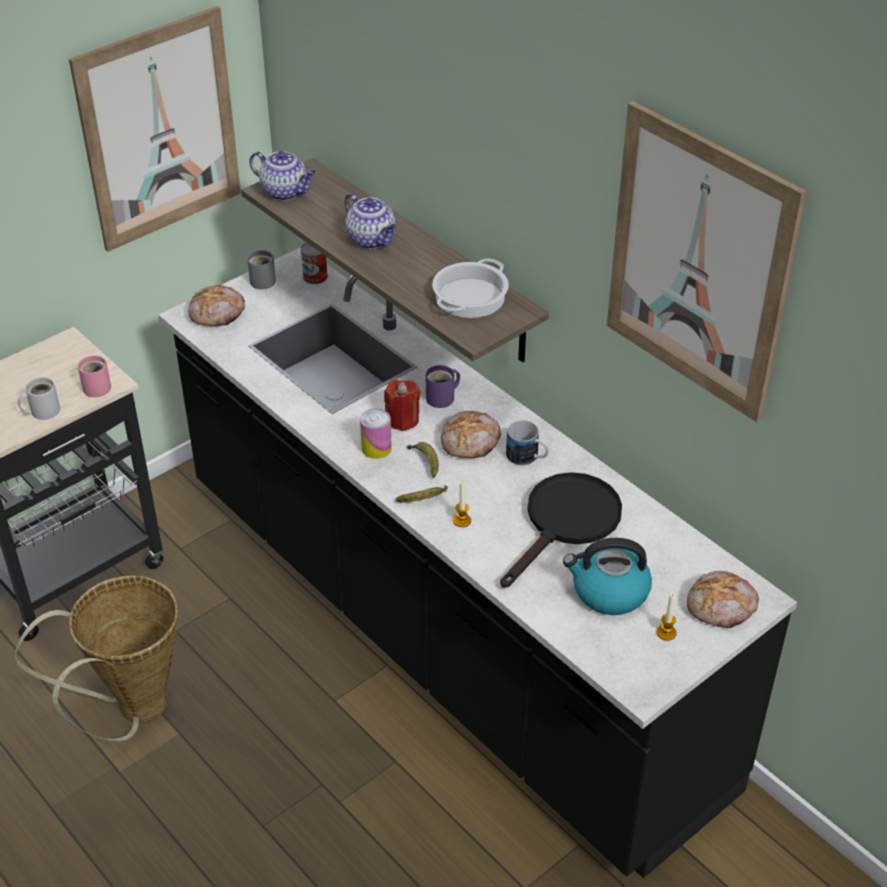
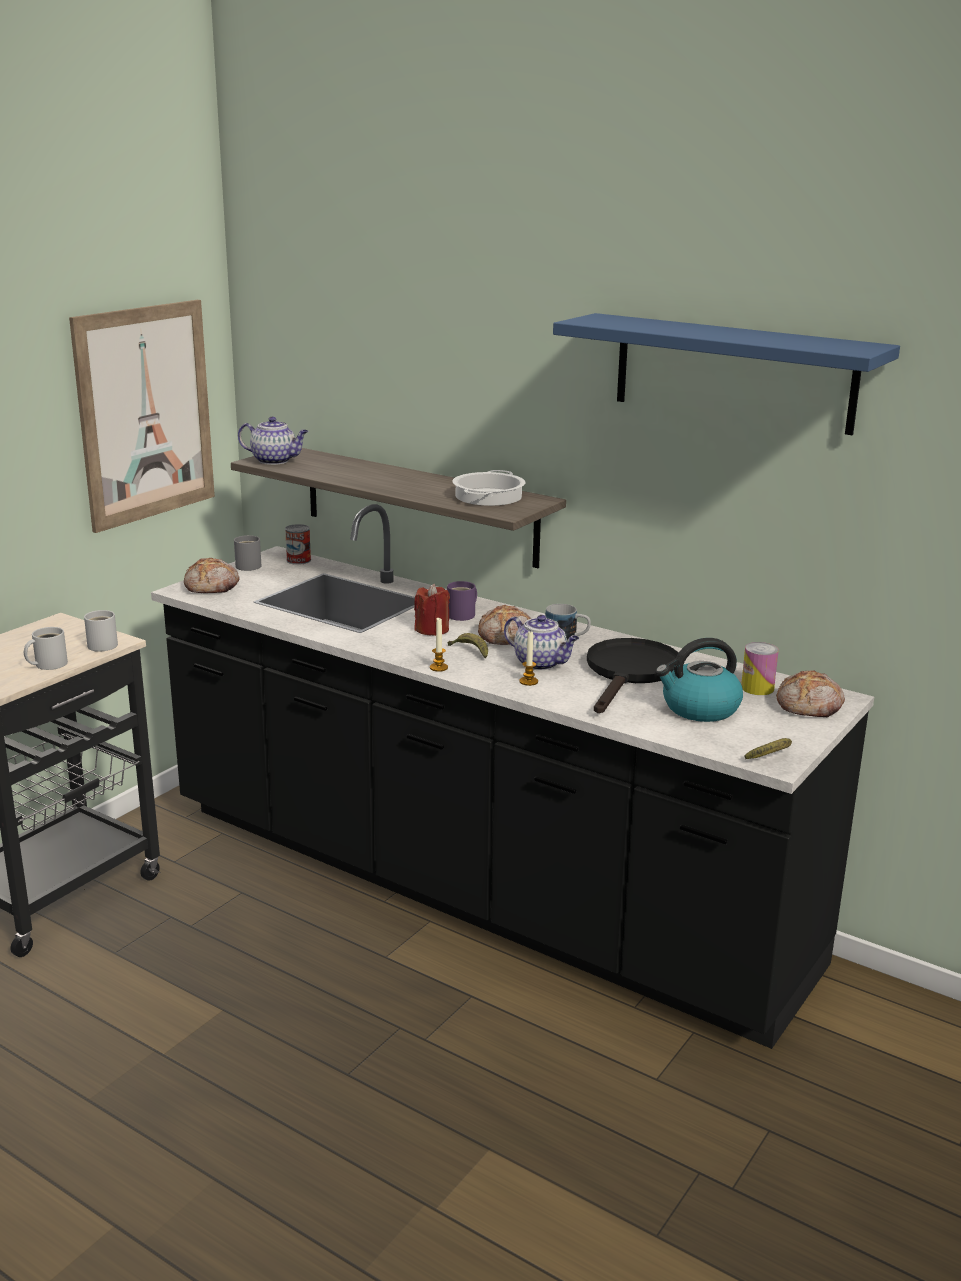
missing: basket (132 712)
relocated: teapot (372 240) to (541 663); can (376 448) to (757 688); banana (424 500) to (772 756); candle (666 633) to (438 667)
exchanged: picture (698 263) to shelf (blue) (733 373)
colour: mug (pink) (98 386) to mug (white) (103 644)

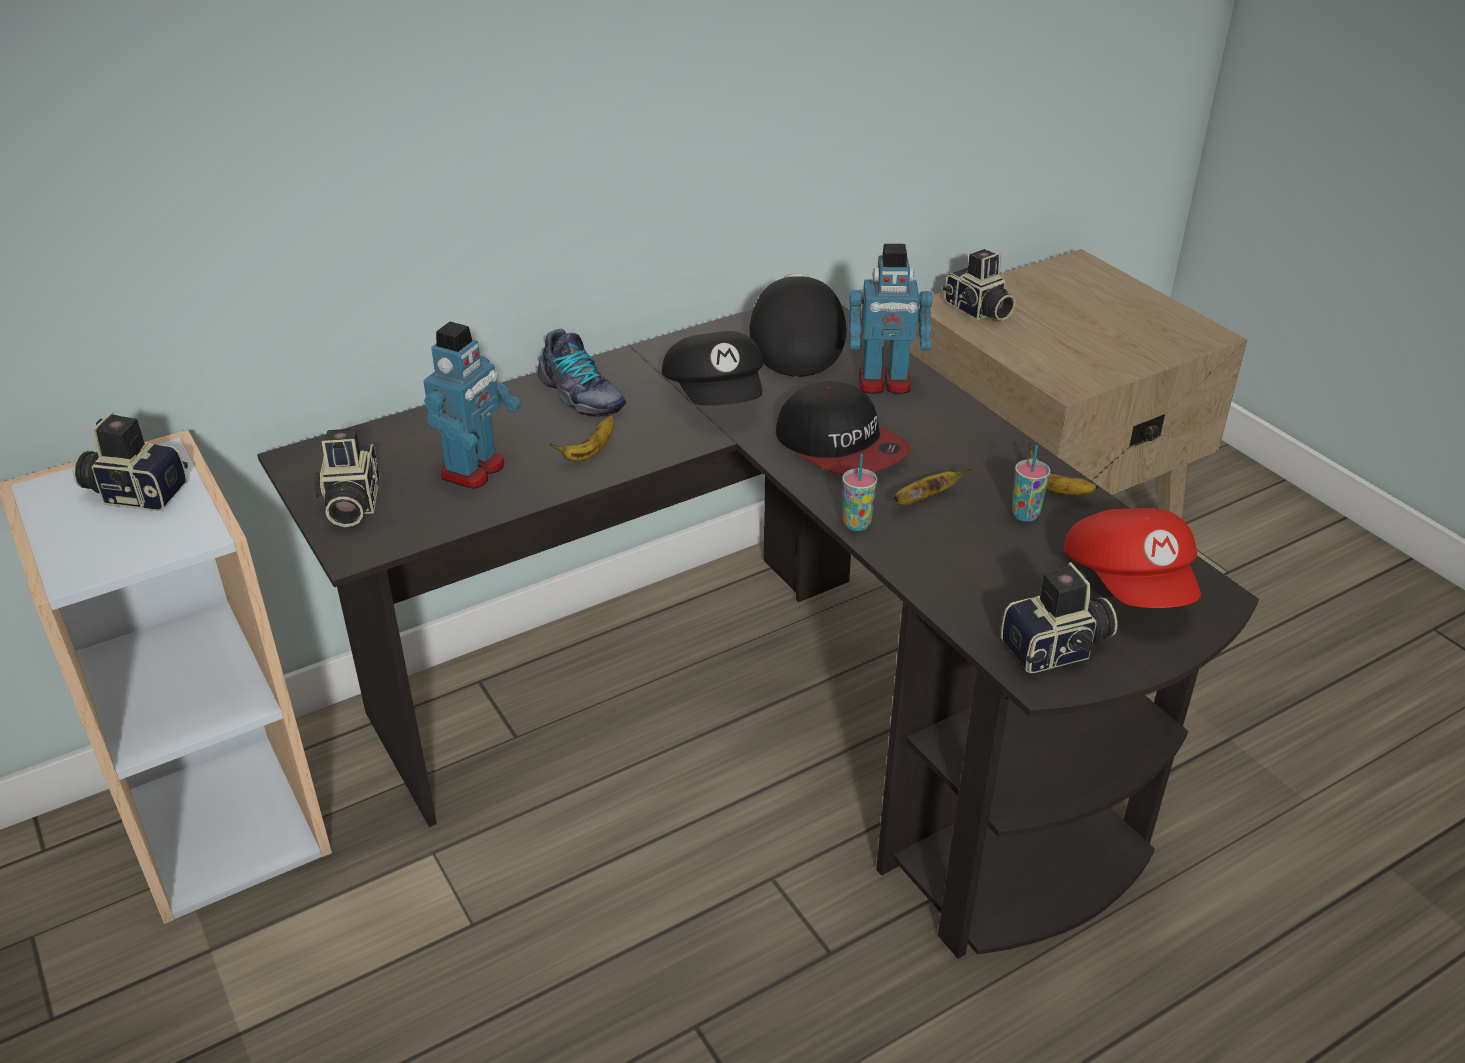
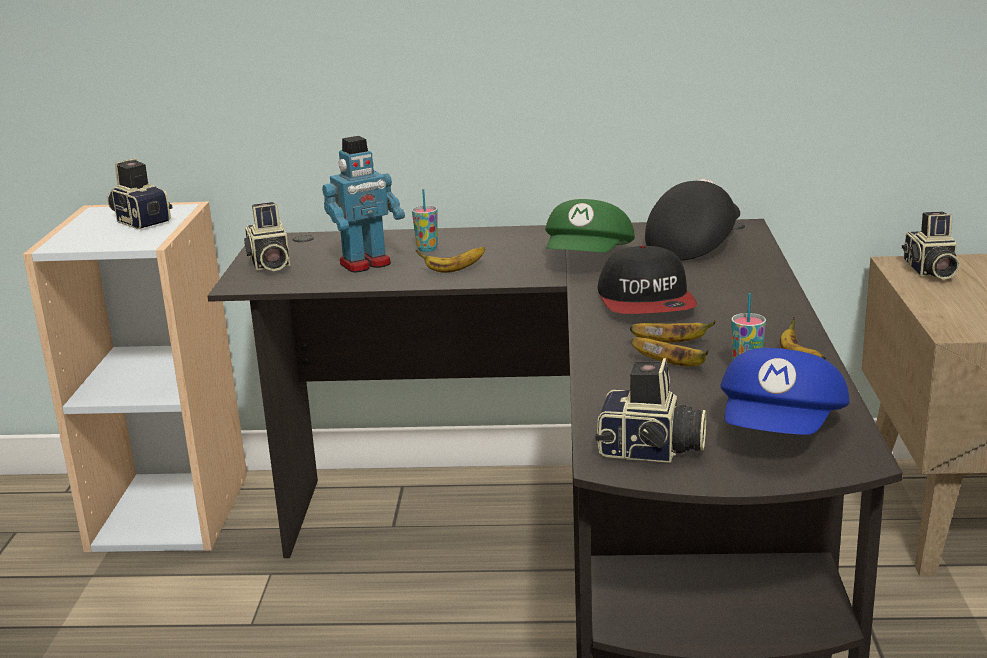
missing: shoe (580 395); toy robot (884 383)
appeared: banana (672 365)
relocated: cup (856 524) to (427 249)
colour: cap (black) (717 397) to cap (green) (589 259); cap (red) (1131 584) to cap (blue) (782 431)
spun: photo camera (350 504) = (269 264) 45 degrees counterclockwise

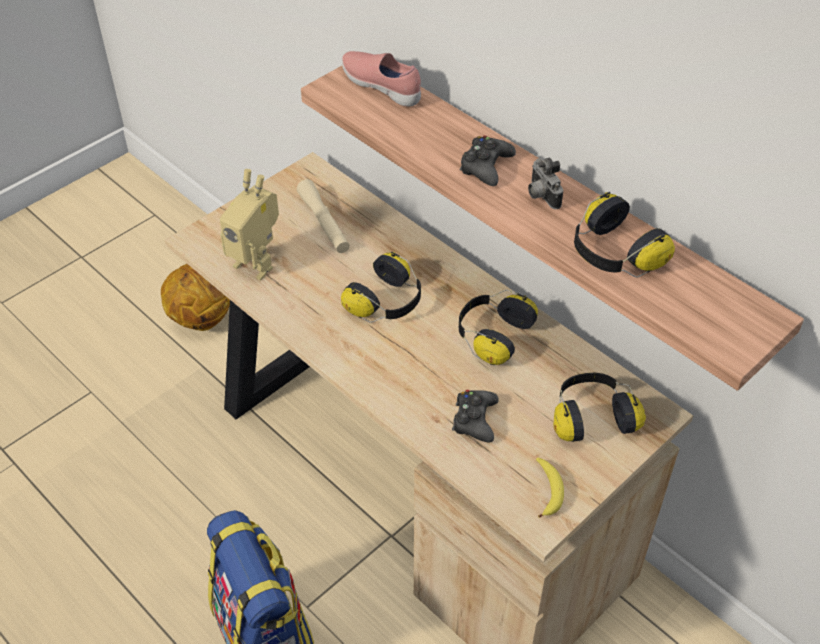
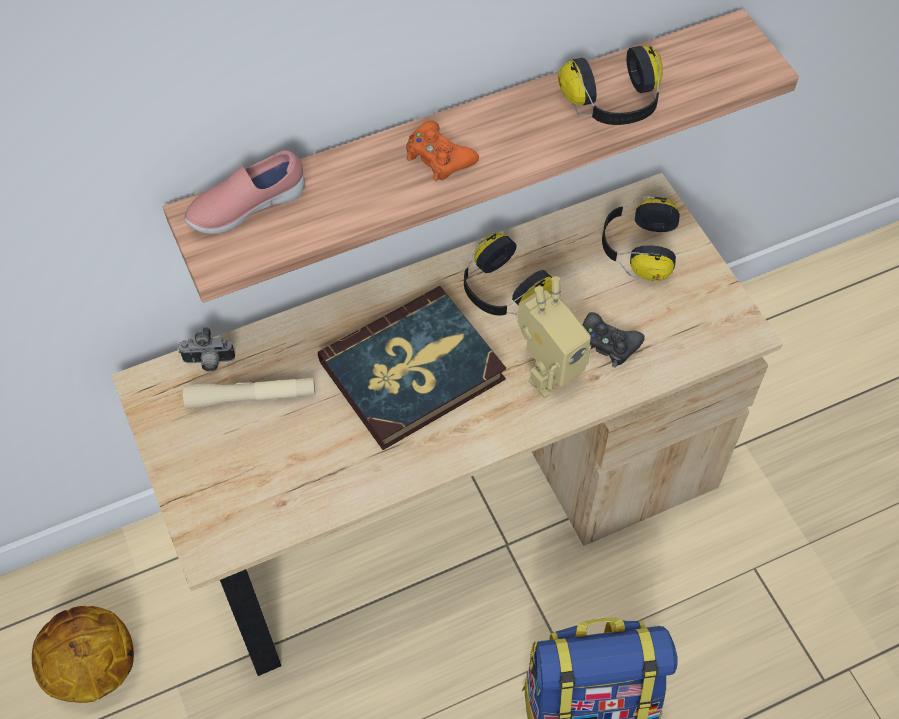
missing: banana (548 490)
relocated: toy robot (257 263) to (547 372); photo camera (541 196) to (208 362)
exchanged: headphones (387 302) to book (412 371)
colour: game controller (black) (485 166) to game controller (orange) (438 158)

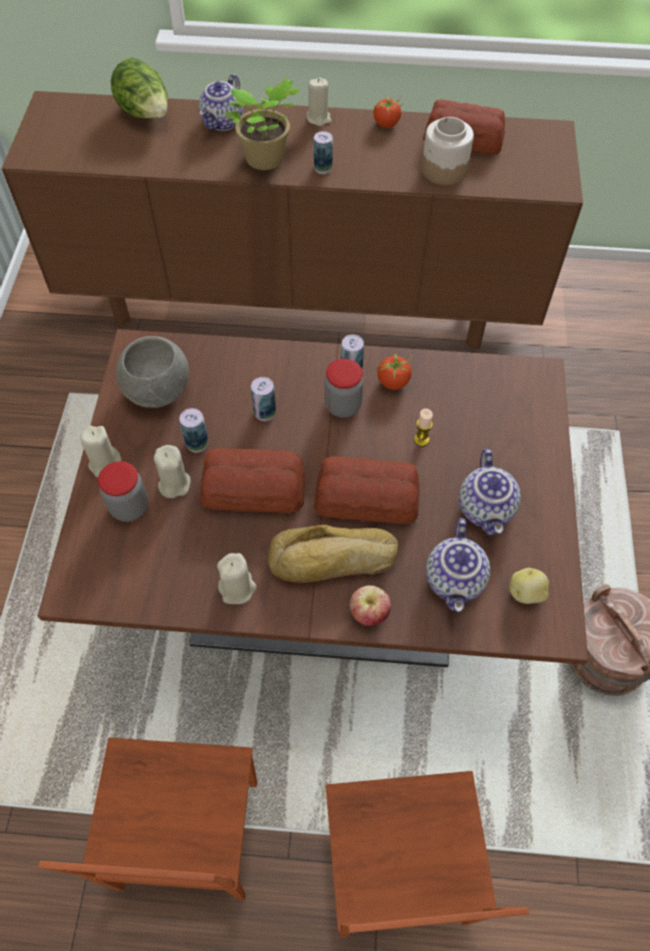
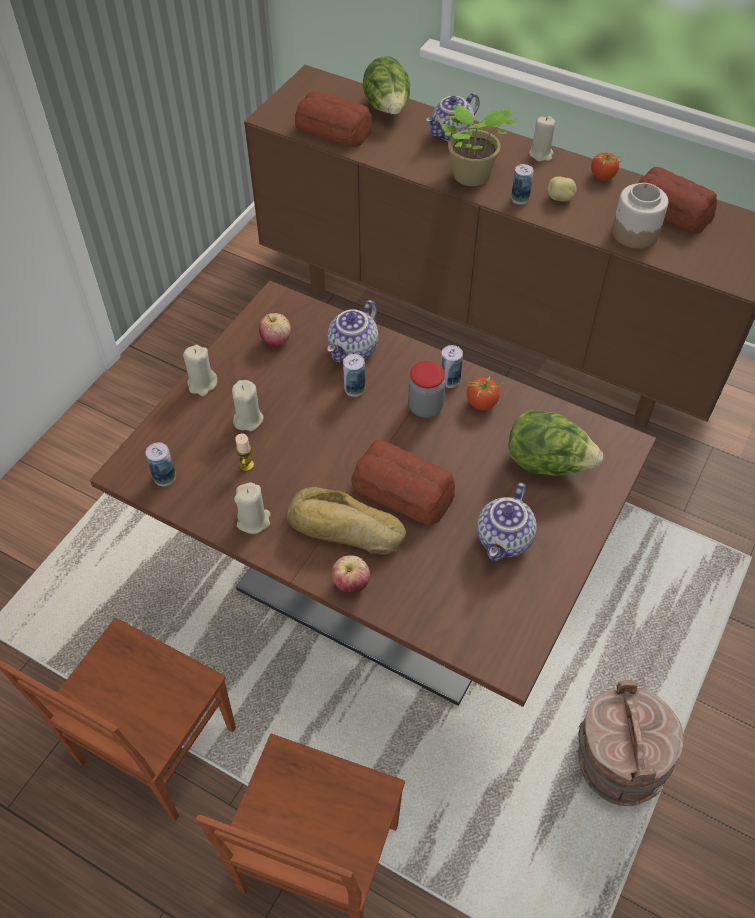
missing: jar (129 507)
appeared: lettuce (547 463)
relocated: can (197 443) to (164 477); bread (252 488) to (333 128); candle (421 440) to (246 465); teapot (456 581) to (354 350); potato (526 593) to (560 198)
exchanged: bowl (grey) (158 390) to apple (276 340)

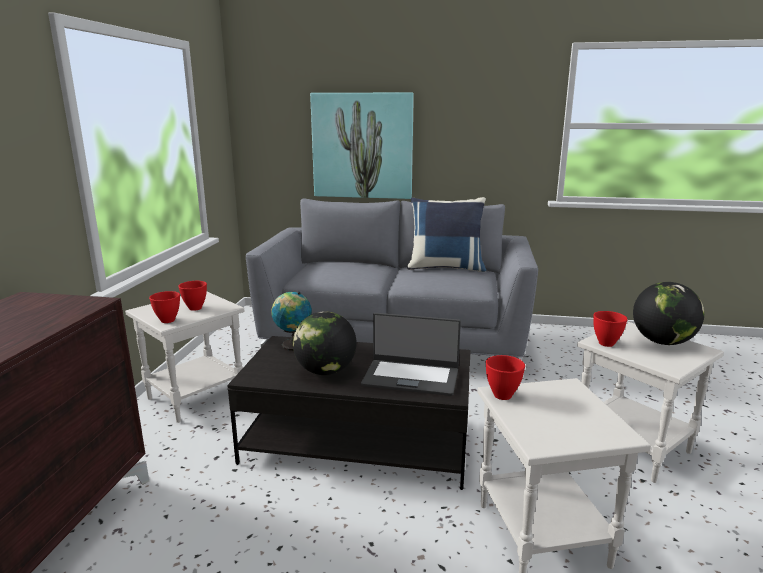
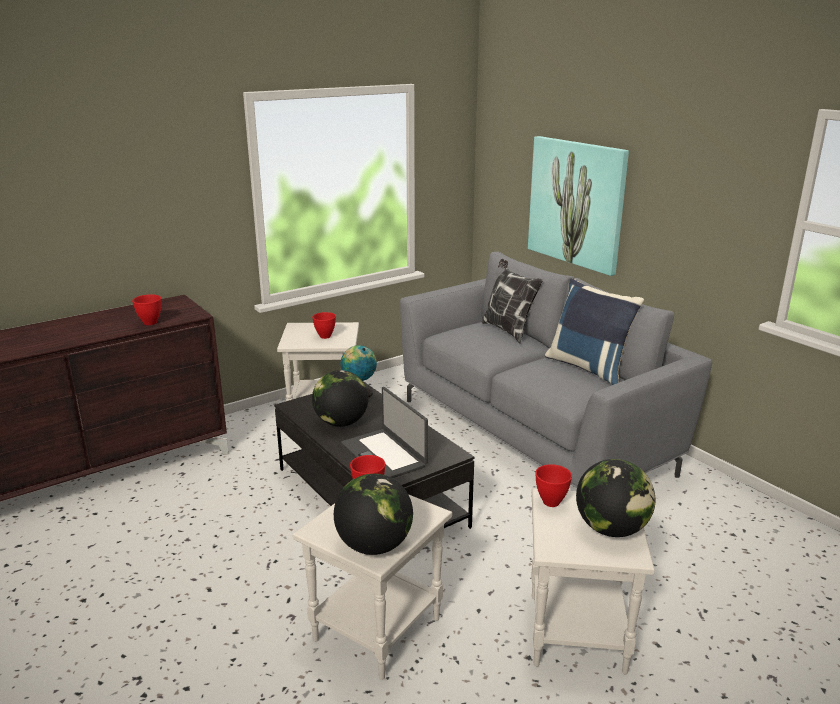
appeared: globe (374 546); pillow (508 330)
relocated: bowl (red) (168 320) to (150 323)

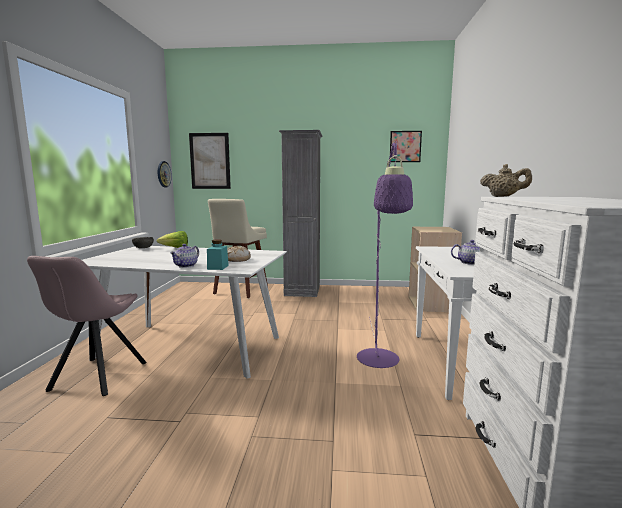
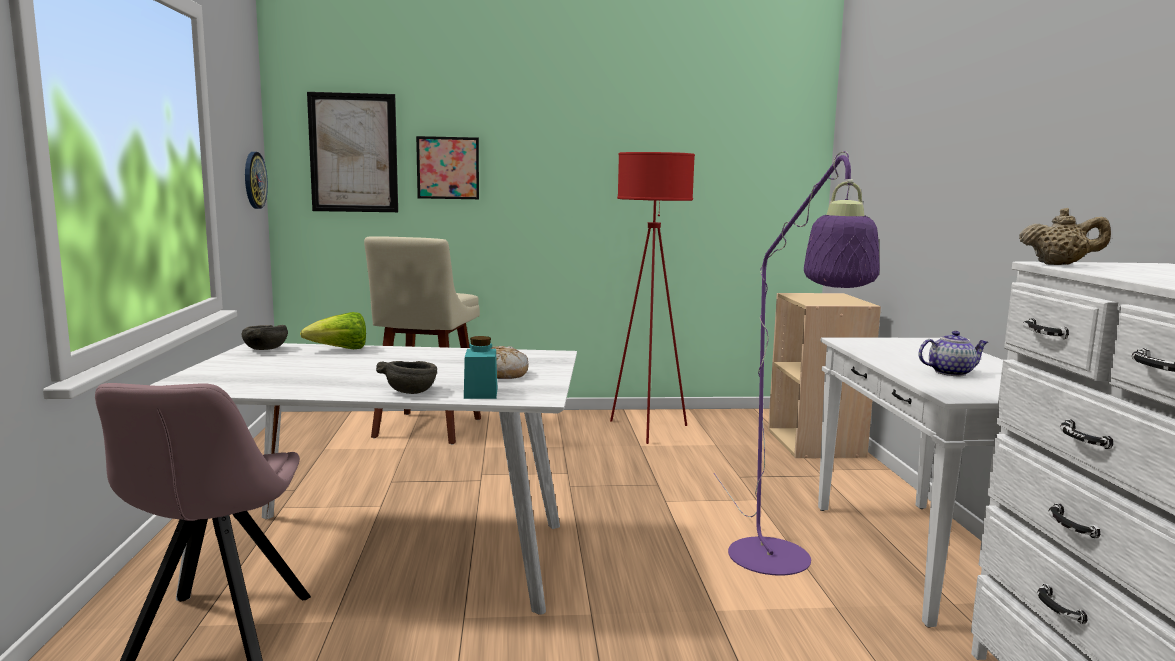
missing: cabinet (grey) (302 291)
appeared: floor lamp (red) (647 429)
relocated: picture (405 146) to (448 168)
exchanged: teapot (186 266) to bowl (grey) (411 391)

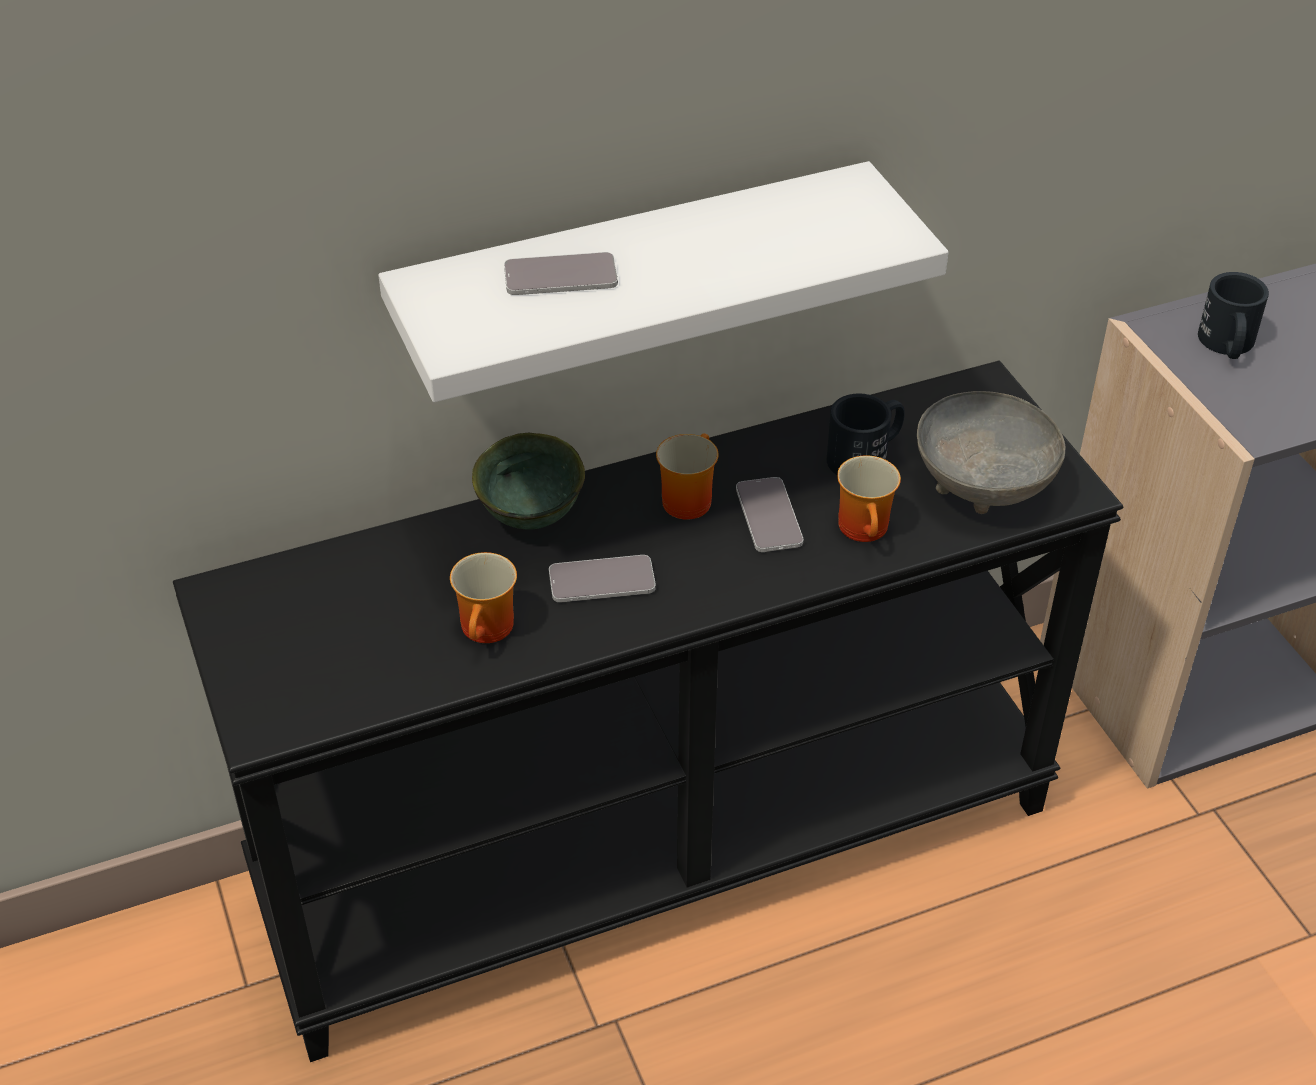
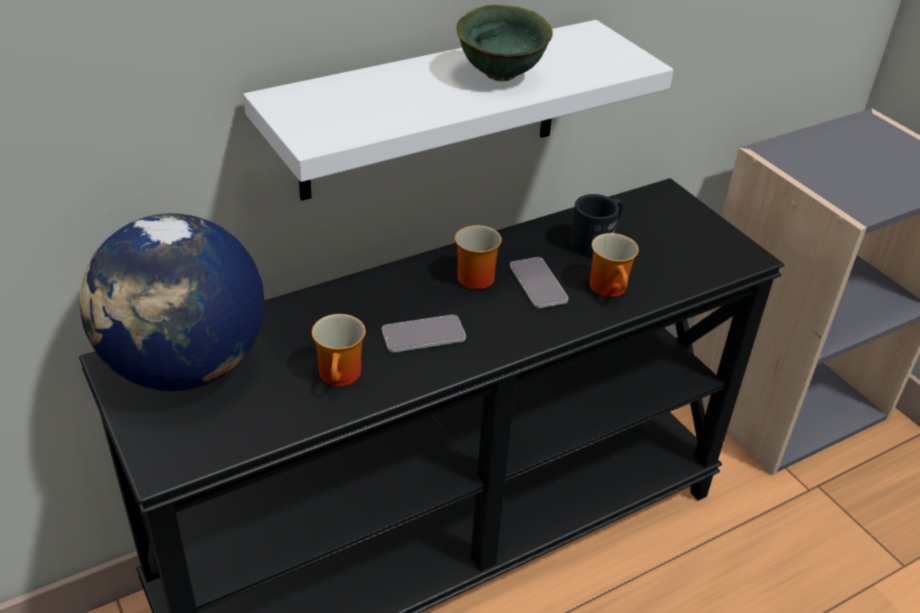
missing: phone (560 276); bowl (grey) (983 489); mug (black) (1227 346)
appeared: globe (185 368)
relocated: bowl (green) (533 516) to (502 75)

